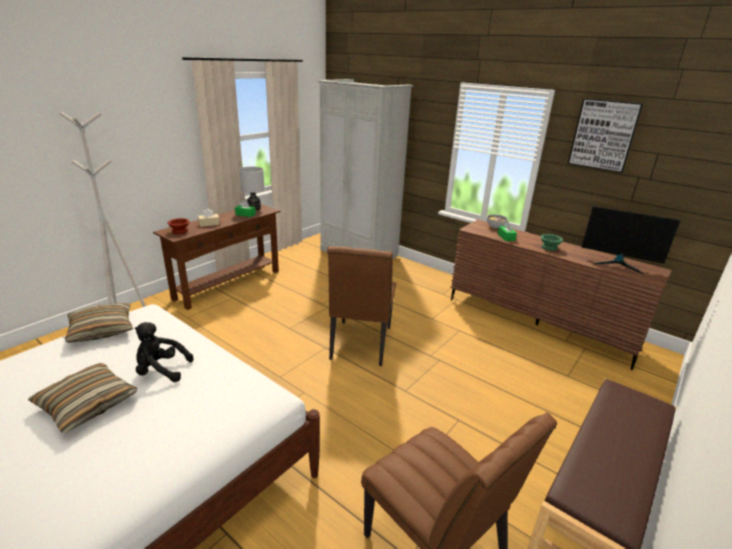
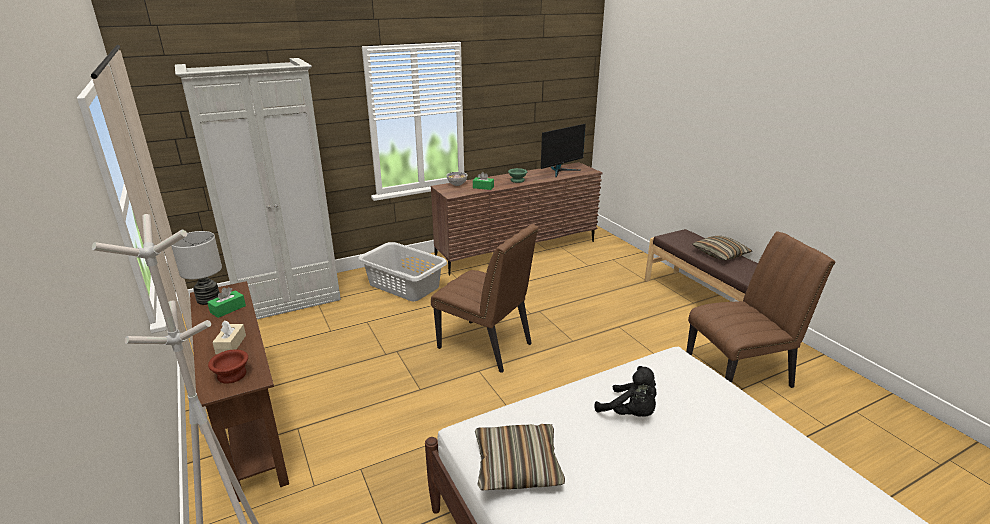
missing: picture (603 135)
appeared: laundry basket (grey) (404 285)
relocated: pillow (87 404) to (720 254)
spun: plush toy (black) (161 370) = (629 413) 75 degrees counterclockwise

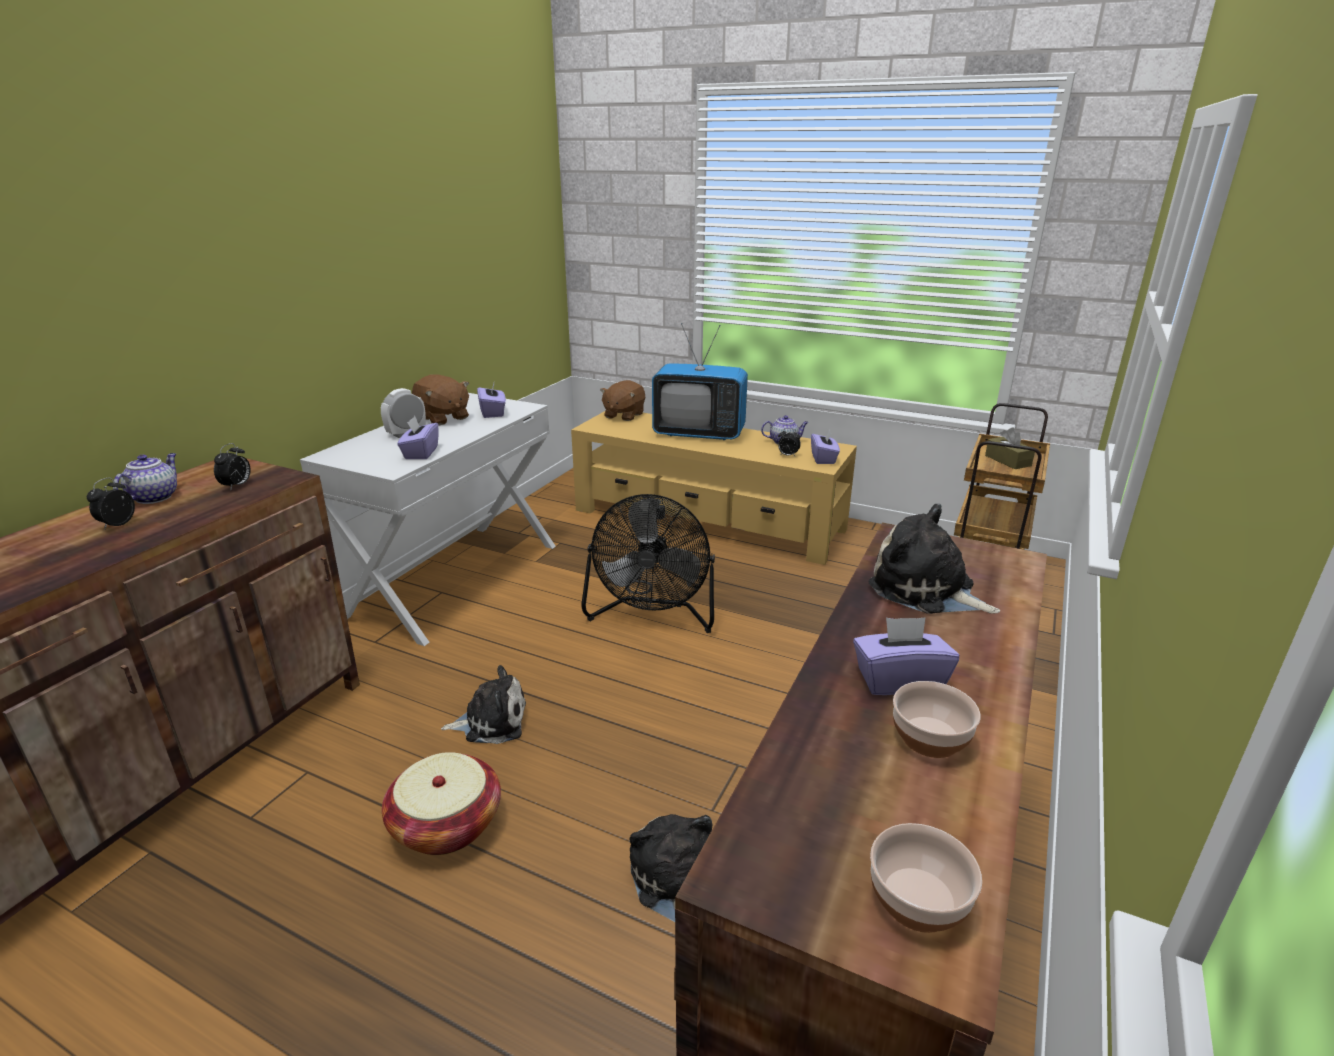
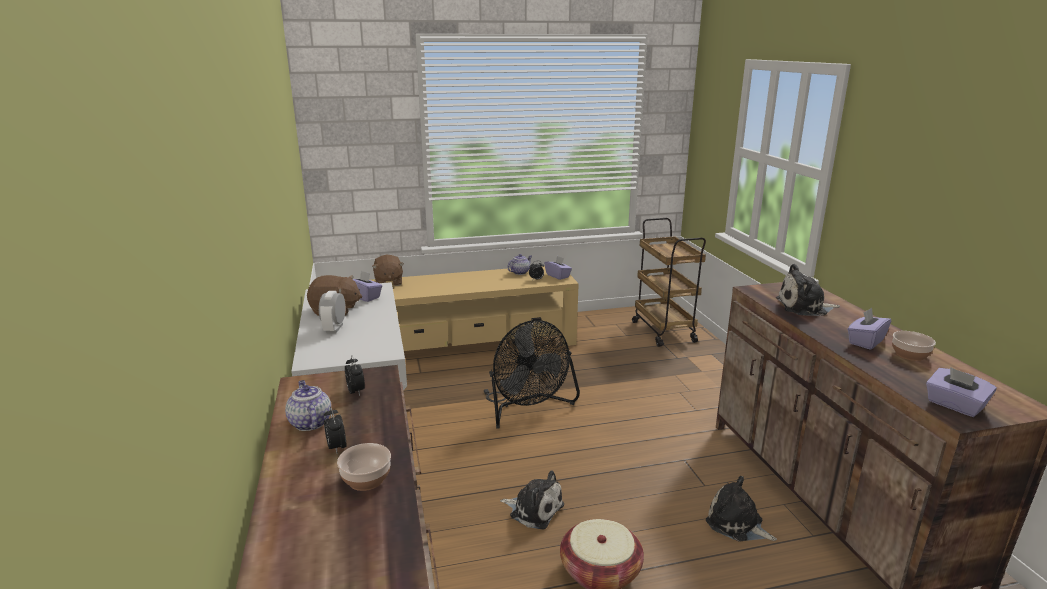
missing: television (699 433); tissue box (brown) (1007 460)
relocated: tissue box (purple) (420 453) to (954 405); bowl (917 901) to (366 479)
spun: plush toy (491 721) = (534 509) 75 degrees clockwise

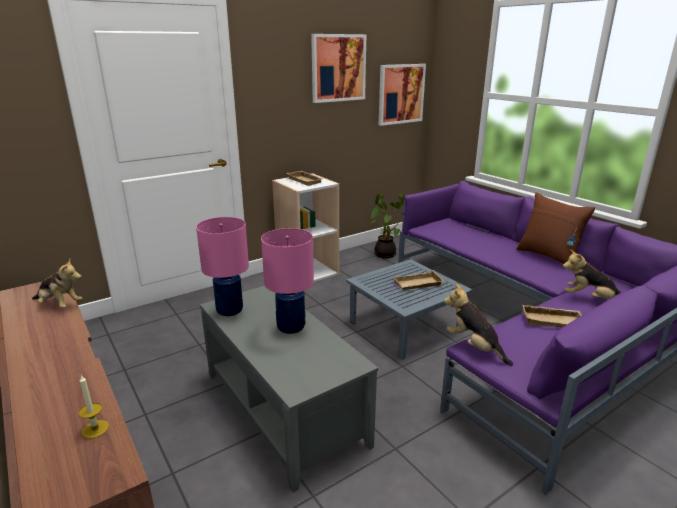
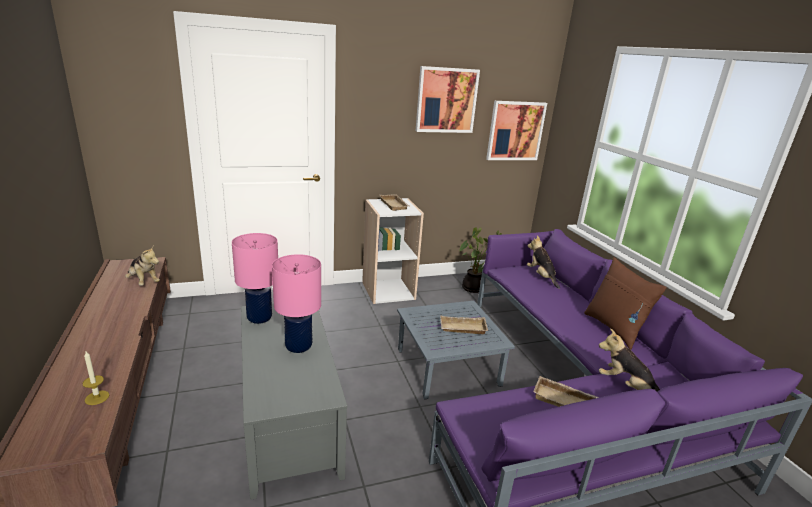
relocated: plush toy (474 347) to (541 276)

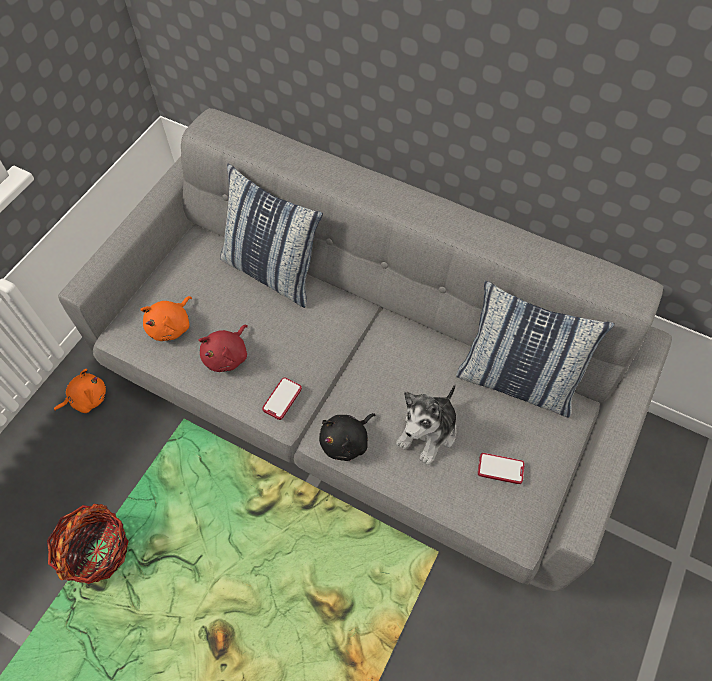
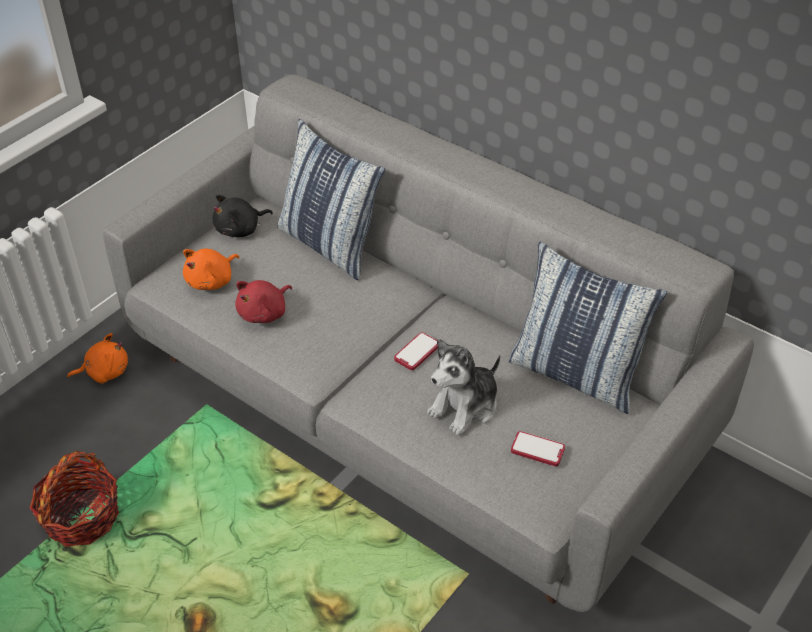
relocated: phone (282 399) to (417 352); plush toy (black) (346 441) to (240 229)

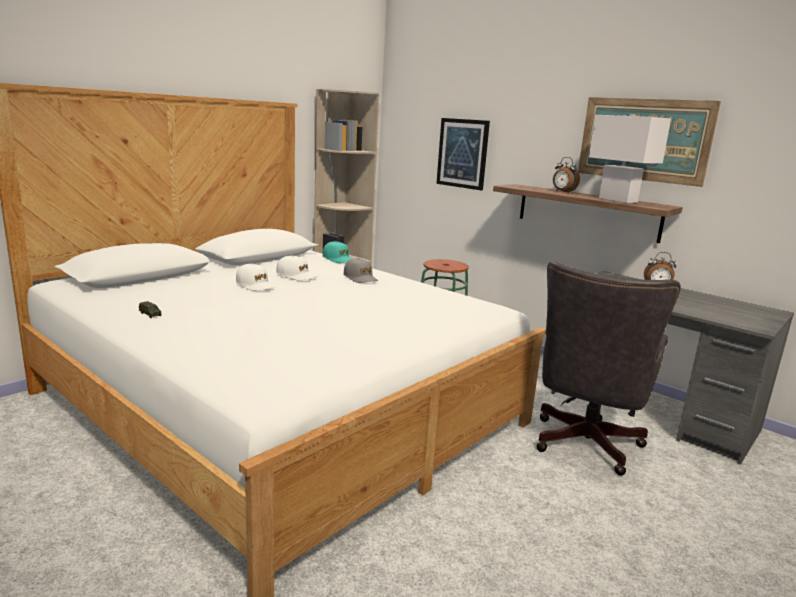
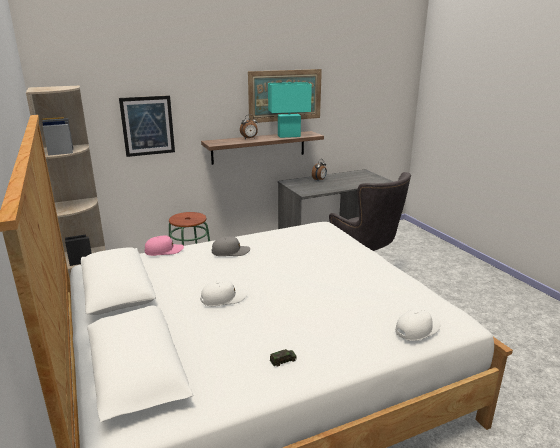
relocated: cap (white) (296 275) to (417 329)
colour: cap (turquoise) (338 259) to cap (pink) (164 251); table lamp (white) (617 200) to table lamp (turquoise) (289 136)

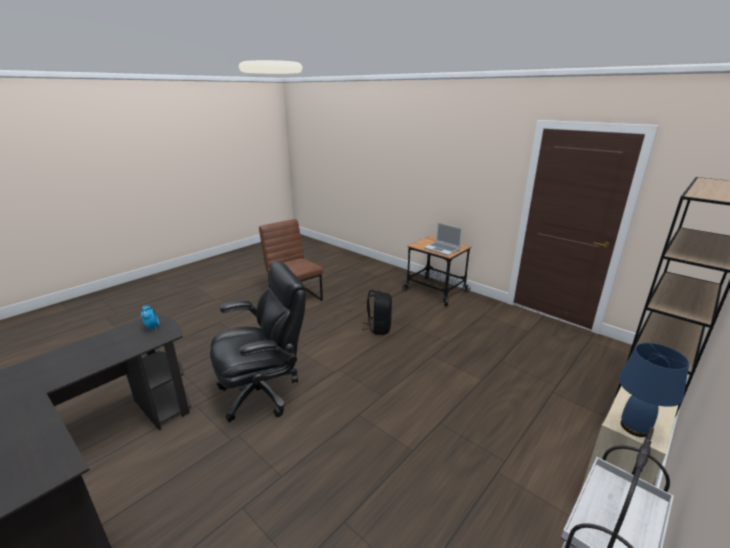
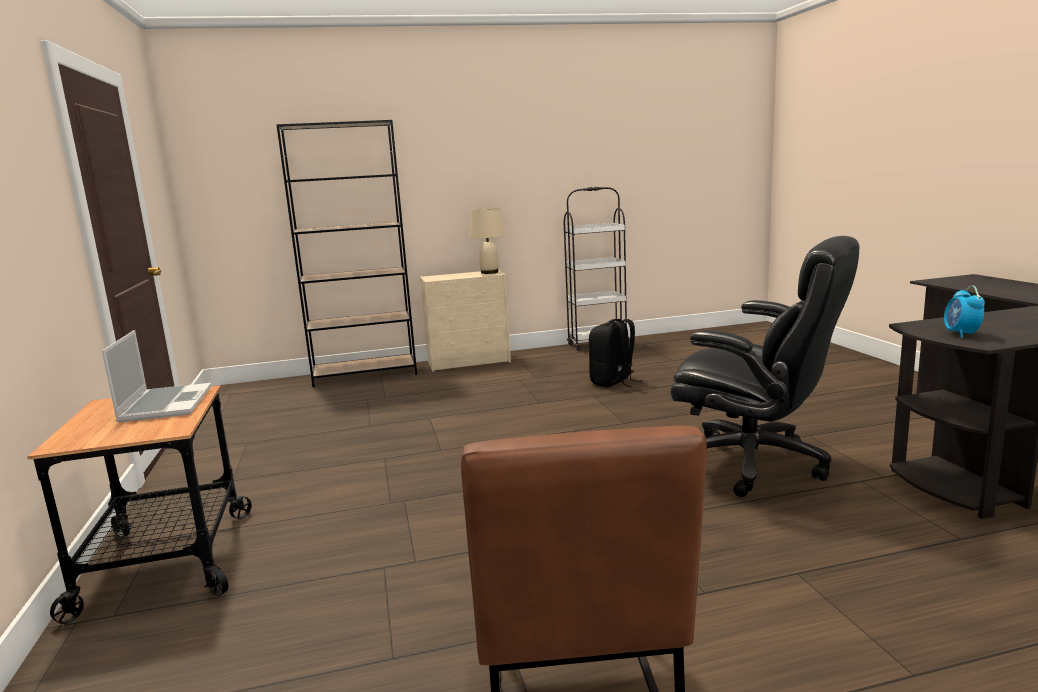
relocated: backpack (black) (378 328) to (613 382)
colour: table lamp (blue) (634 427) to table lamp (beige) (489 272)
spun: office chair (black) (264 392) = (756 467) 150 degrees counterclockwise

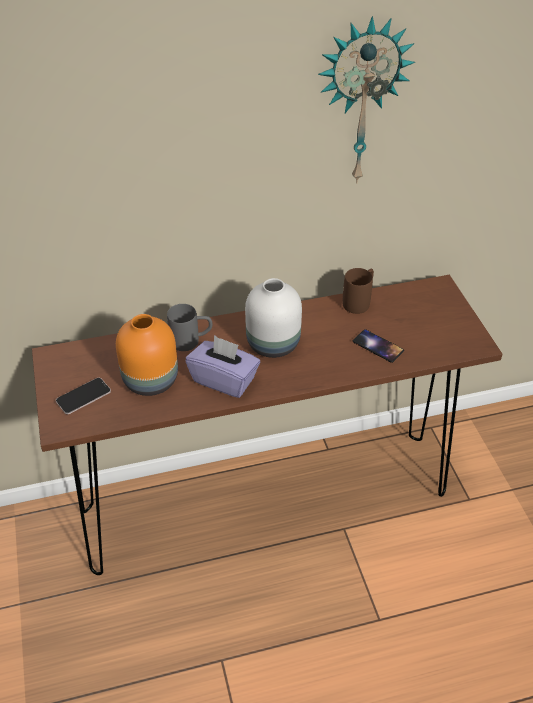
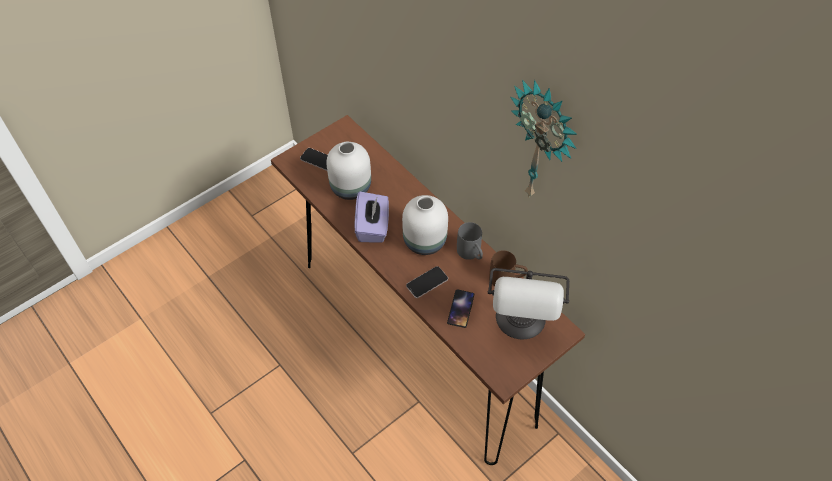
appeared: phone (427 282); table lamp (521 327)
relocated: mug (grey) (191 341) to (471 254)
colour: vase (orange) (150 379) to vase (white) (351 186)

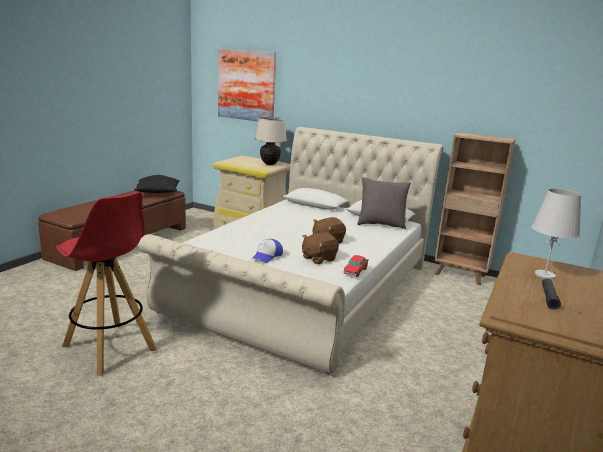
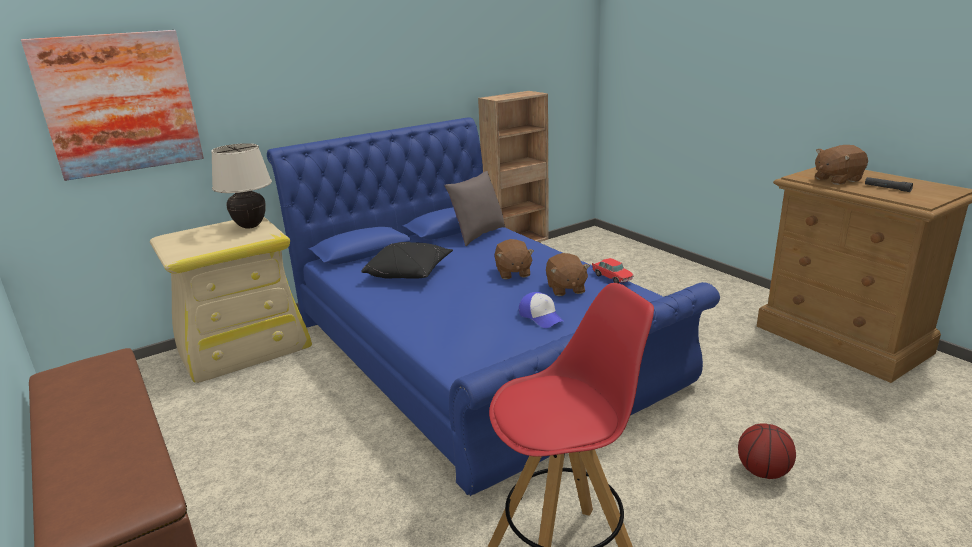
appeared: basketball (763 472)
relocated: pillow (black) (158 193) to (409 273)
exchanged: table lamp (white) (544 275) to plush toy (brown) (836 179)
colour: bed (beige) (305 286) to bed (blue) (475 349)

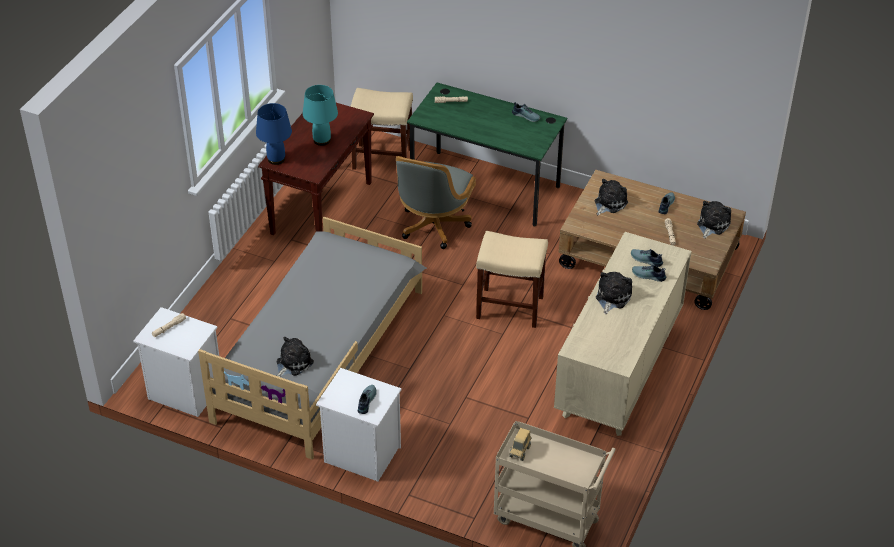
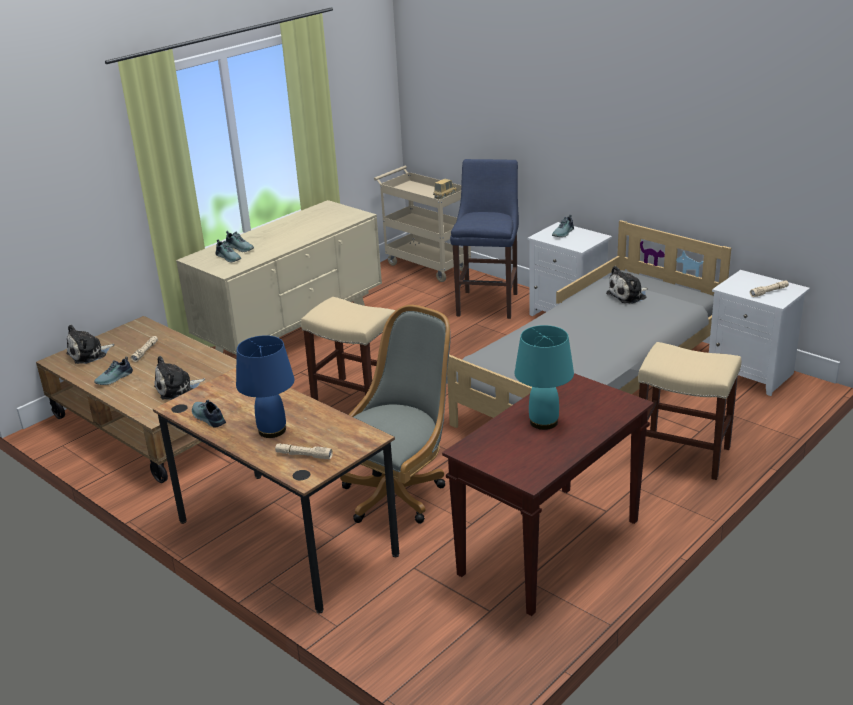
missing: plush toy (612 297)
appeared: stool (blue) (488 303)
relocated: table lamp (blue) (276 159) to (272 431); stool (beige) (383 158) to (681 454)
colour: desk (green) (485 188) to desk (brown) (286 538)

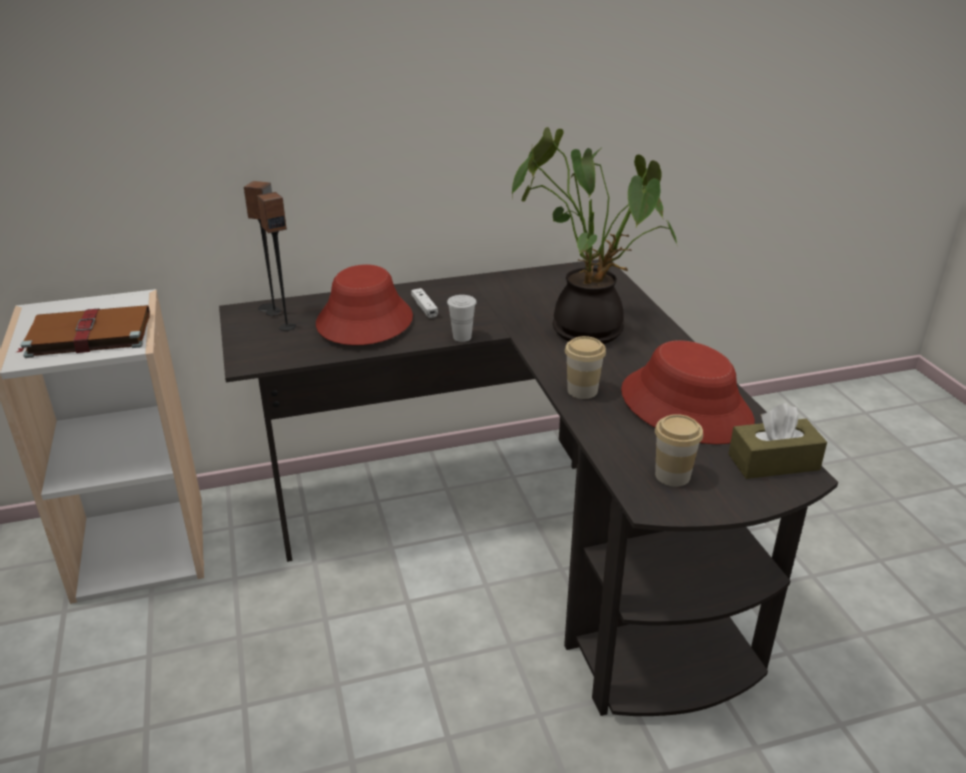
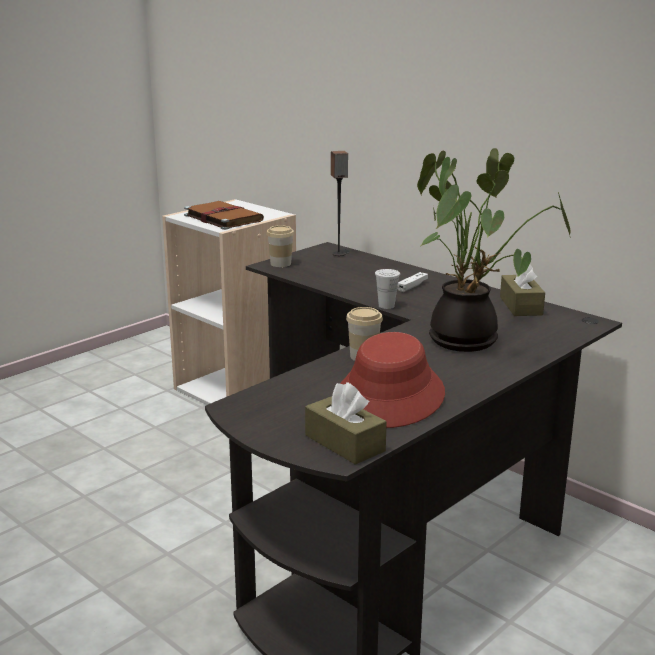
missing: speaker (286 326); hat (red) (364 321)
appeared: tissue box (brown) (520 306)
relocated: cup (672 475) to (280 264)

